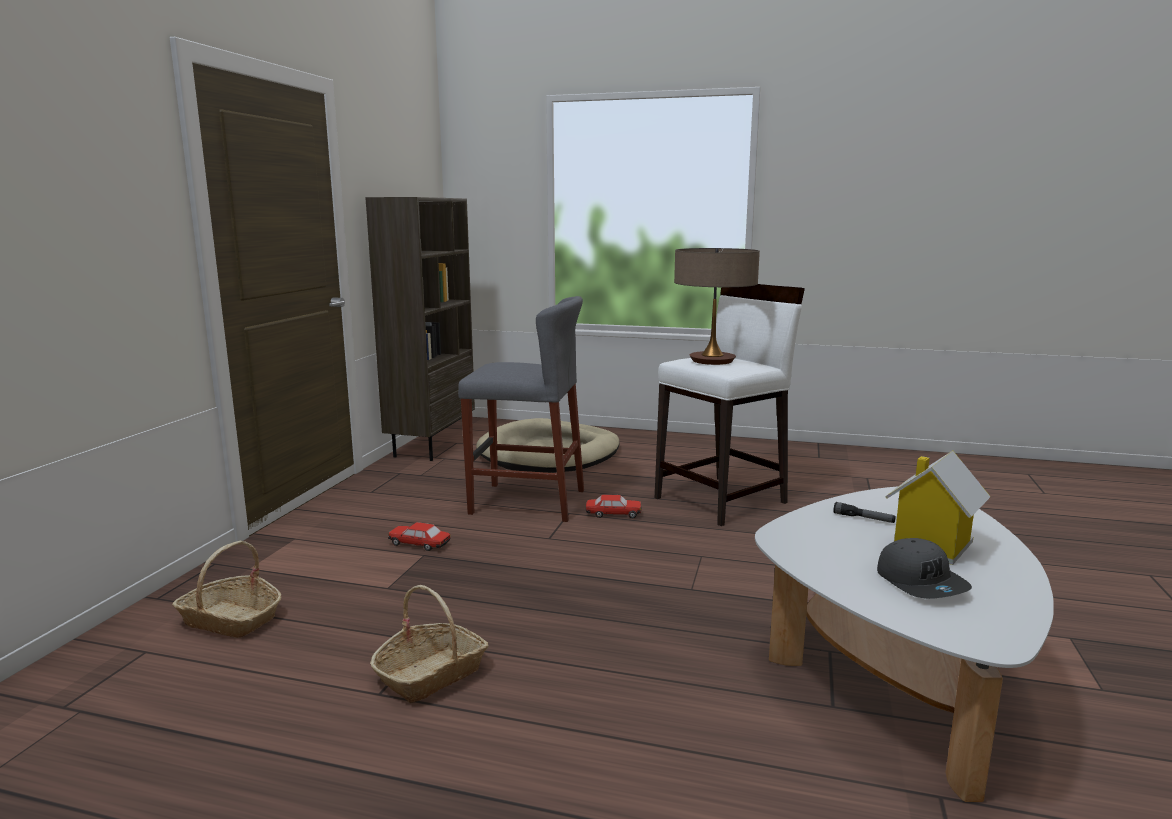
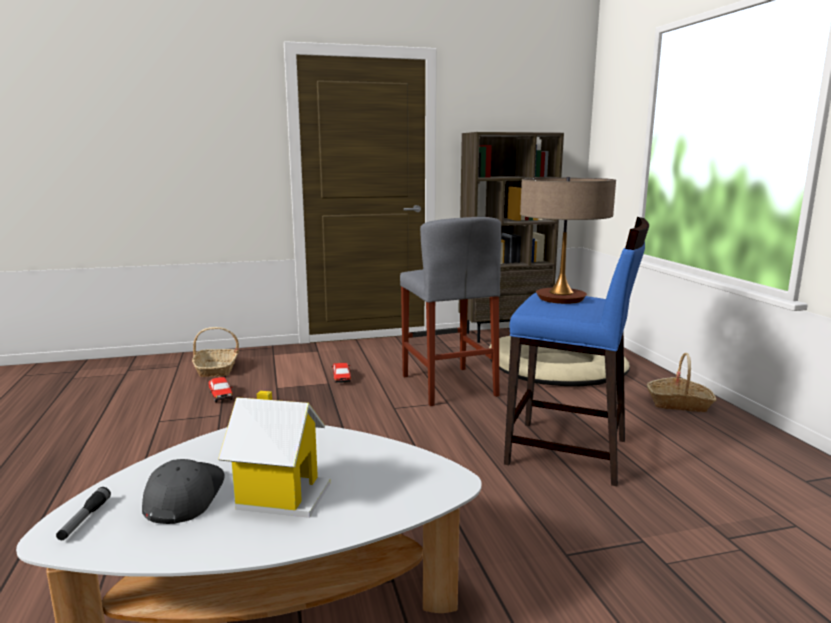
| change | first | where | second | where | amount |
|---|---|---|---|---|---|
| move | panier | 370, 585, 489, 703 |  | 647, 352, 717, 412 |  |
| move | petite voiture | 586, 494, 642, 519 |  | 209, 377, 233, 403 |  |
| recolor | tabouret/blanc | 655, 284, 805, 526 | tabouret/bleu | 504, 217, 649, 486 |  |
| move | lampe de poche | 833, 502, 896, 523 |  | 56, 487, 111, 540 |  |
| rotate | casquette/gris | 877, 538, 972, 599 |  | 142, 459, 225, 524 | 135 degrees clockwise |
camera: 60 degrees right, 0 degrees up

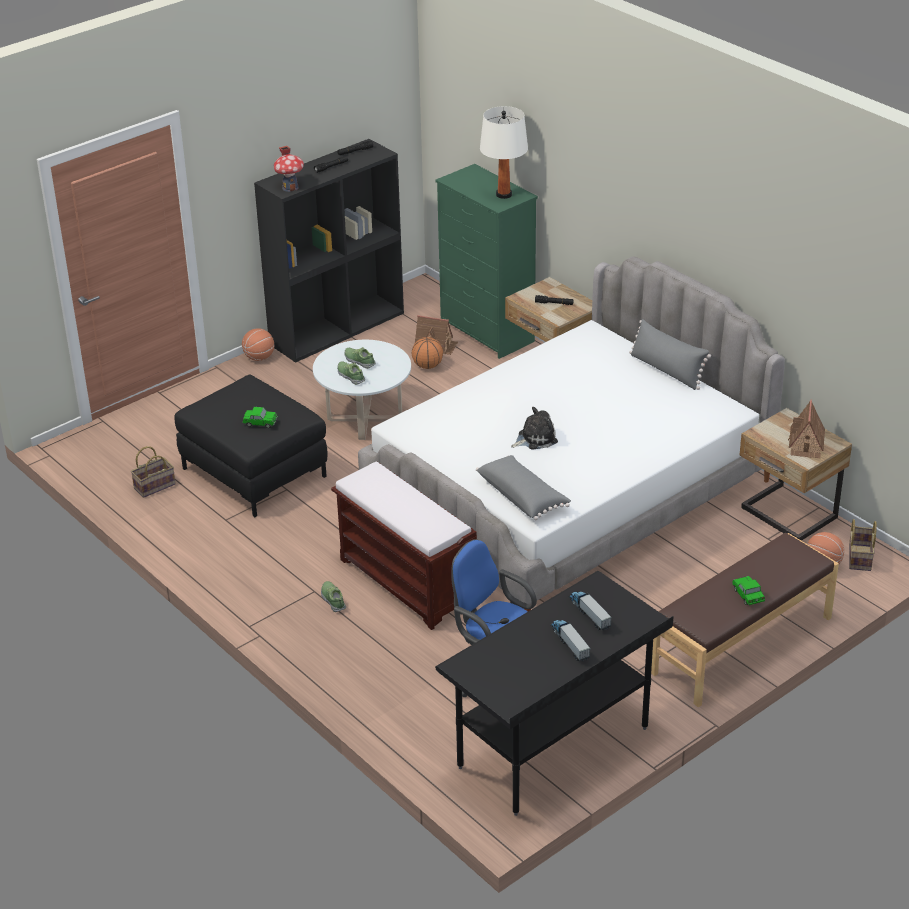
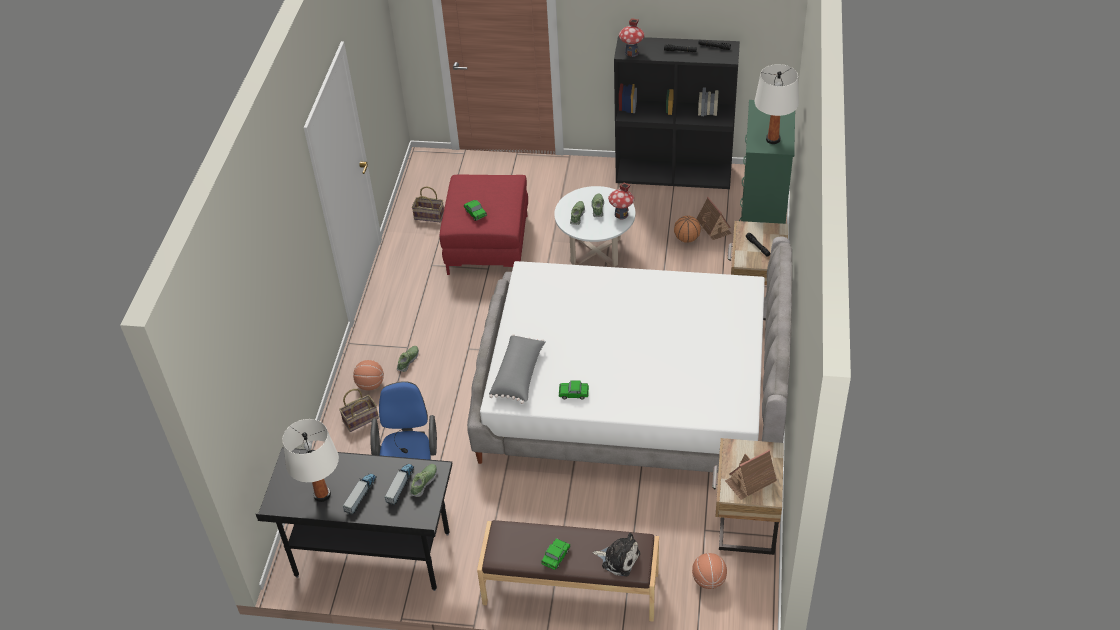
| change | first | where | second | where | amount |
|---|---|---|---|---|---|
| recolor | pouf/noir | 175, 375, 327, 517 | pouf/rouge | 440, 174, 528, 275 |  |
| move | ballon de basket | 242, 328, 274, 361 |  | 353, 360, 384, 391 |  |
| delete | banc/marron | 331, 461, 477, 630 |  |  |  |
| move | peluche | 511, 407, 558, 450 |  | 593, 533, 640, 577 |  |
| delete | coussin/gris | 629, 319, 711, 390 |  |  |  |
| move | panier | 849, 519, 877, 571 |  | 339, 389, 379, 432 |  |
| insert |  |  | lampe de table/blanc | 282, 419, 339, 502 |  |
| insert |  |  | chaussure | 410, 464, 437, 497 |  |
| insert |  |  | petite voiture | 559, 380, 589, 400 |  |
| insert |  |  | maison miniature | 608, 182, 634, 220 |  |
camera: 50 degrees right, 10 degrees up

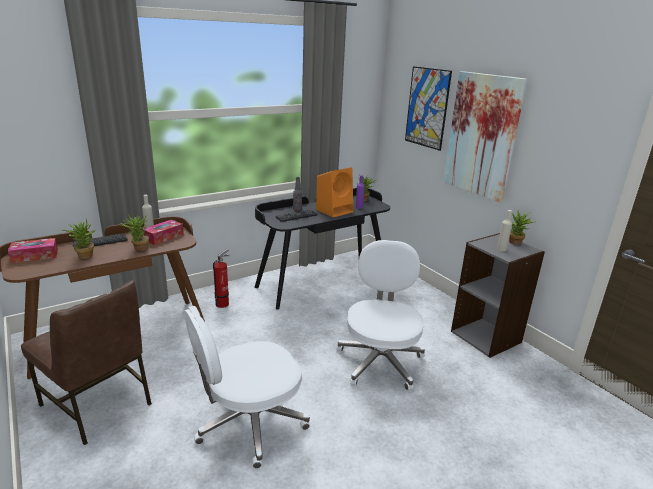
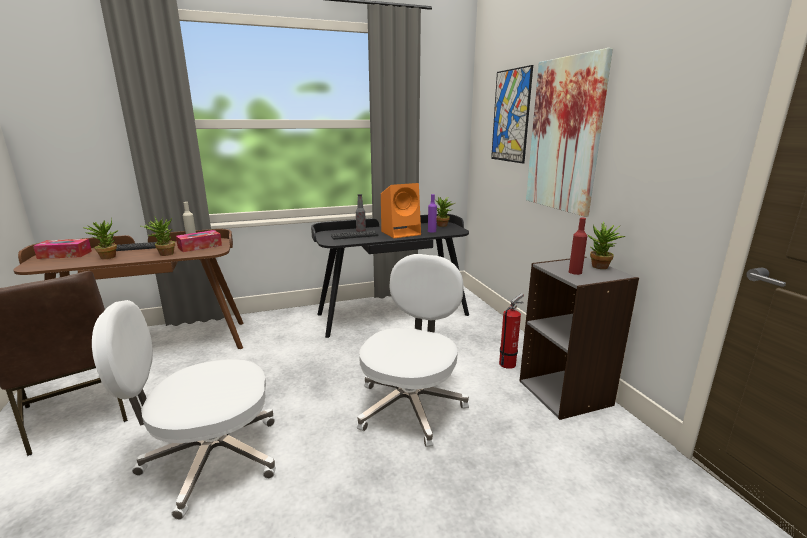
| change | first | where | second | where | amount |
|---|---|---|---|---|---|
| move | extincteur | 213, 248, 230, 308 |  | 499, 293, 524, 369 |  |
| recolor | bouteille/beige | 497, 210, 512, 252 | bouteille/rouge | 569, 218, 587, 275 |  |
camera: 15 degrees right, 5 degrees down

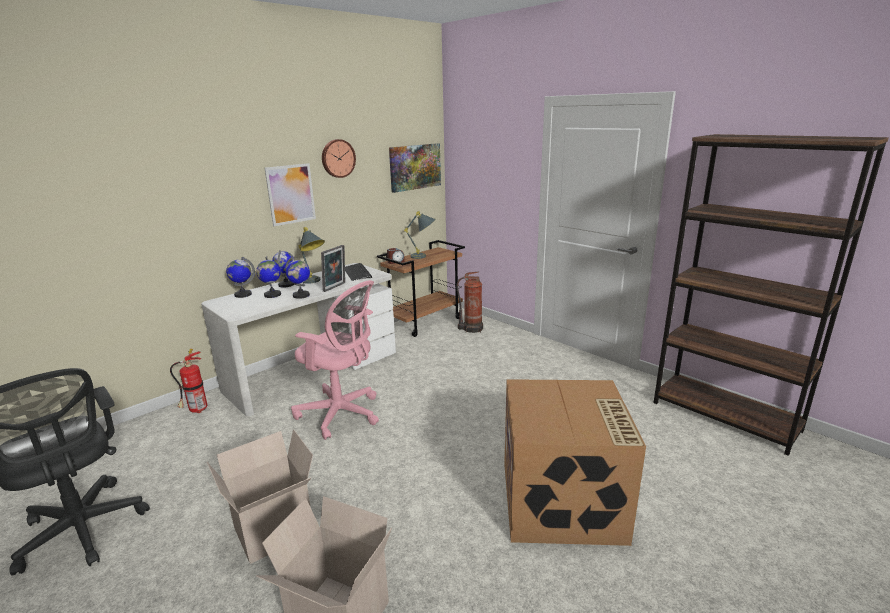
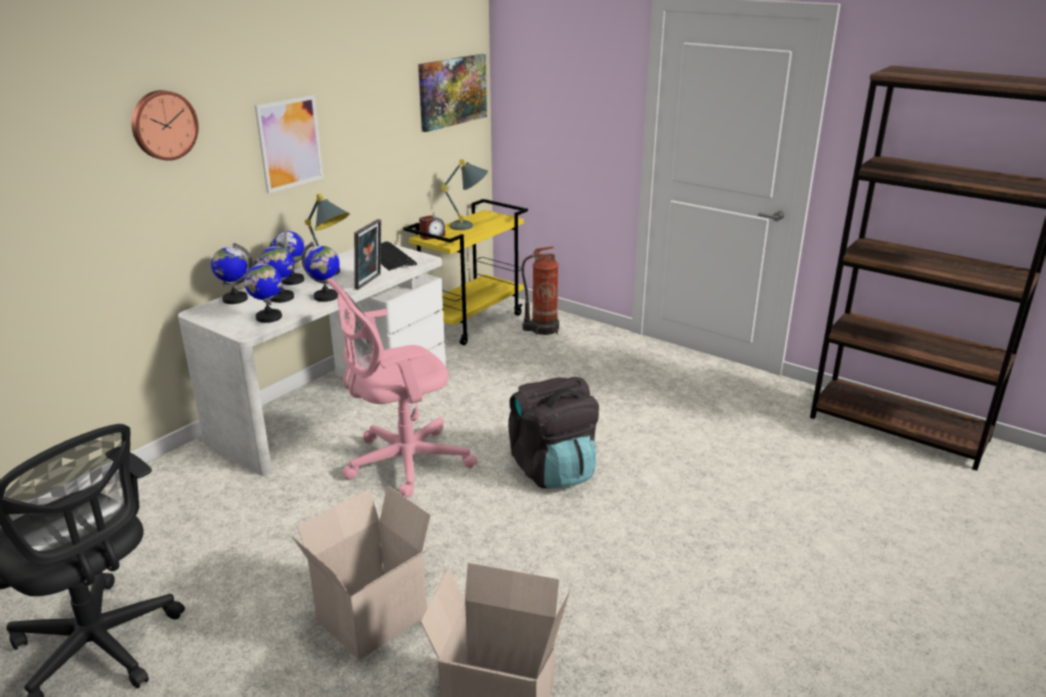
| change | first | where | second | where | amount |
|---|---|---|---|---|---|
| delete | extincteur | 170, 349, 207, 413 |  |  |  |
| rotate | chaise de bureau/rose | 291, 280, 379, 440 |  | 326, 278, 477, 498 | 135 degrees clockwise |
| move | horloge murale | 322, 139, 356, 178 |  | 131, 90, 199, 161 |  |
| recolor | chariot/marron | 377, 240, 465, 337 | chariot/jaune | 403, 199, 528, 345 |  |
| delete | carton | 504, 379, 646, 546 |  |  |  |
| insert |  |  | globe | 244, 258, 282, 323 |  |
| insert |  |  | sac à dos/noir | 508, 377, 599, 489 |  |
camera: 10 degrees left, 5 degrees up

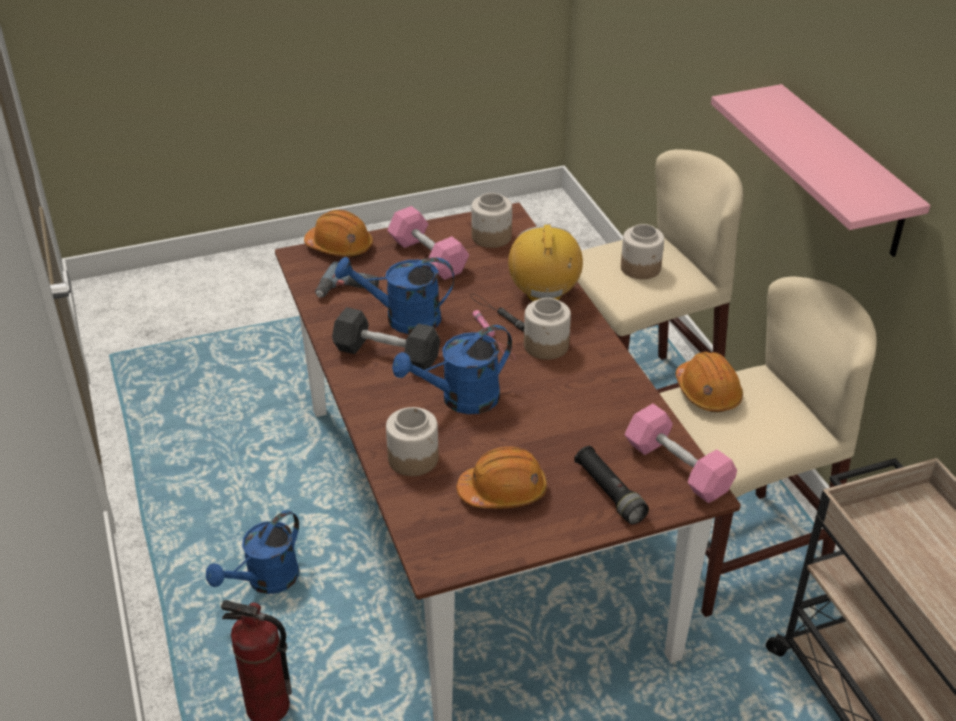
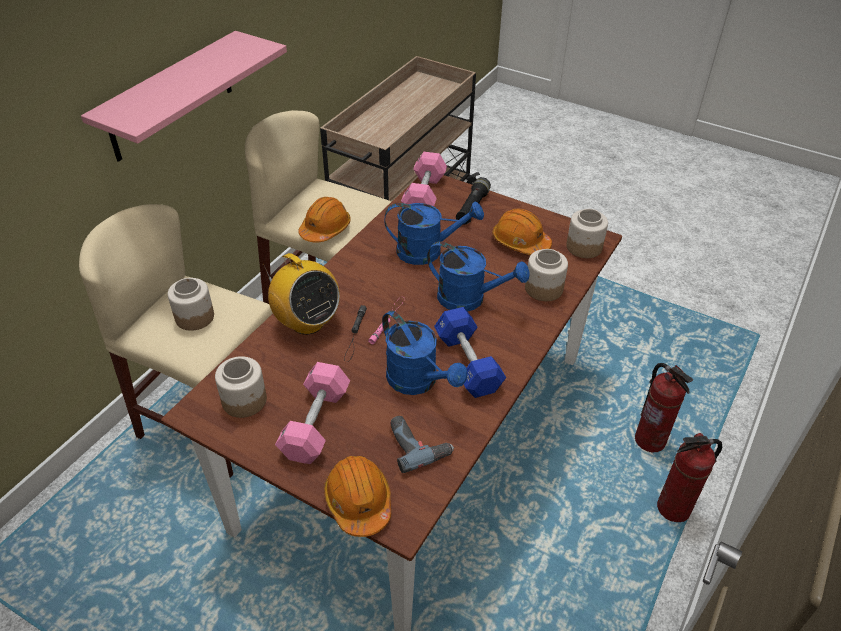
| change | first | where | second | where | amount |
|---|---|---|---|---|---|
| move | arrosoir/bleu | 206, 510, 299, 594 |  | 385, 201, 484, 265 |  |
| recolor | haltère/noir | 332, 307, 440, 370 | haltère/bleu | 434, 307, 506, 398 |  |
| rotate | radio | 508, 225, 583, 302 |  | 264, 253, 340, 335 | 90 degrees counterclockwise |
| move | bocal | 524, 298, 571, 360 |  | 566, 209, 608, 258 |  |
| insert |  |  | extincteur | 657, 433, 722, 522 |  |
camera: 130 degrees left, 5 degrees up

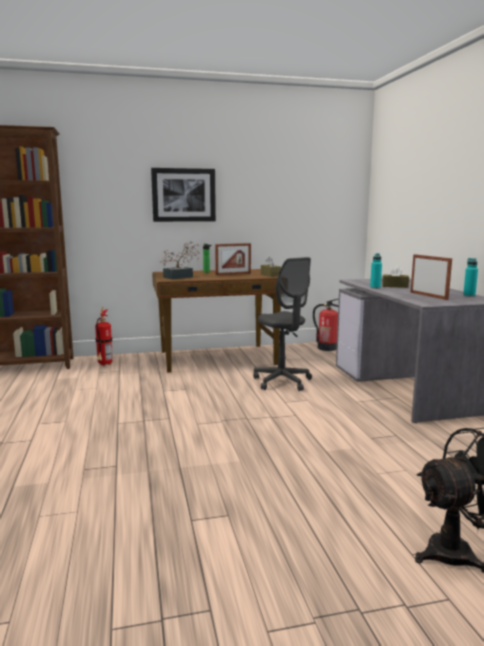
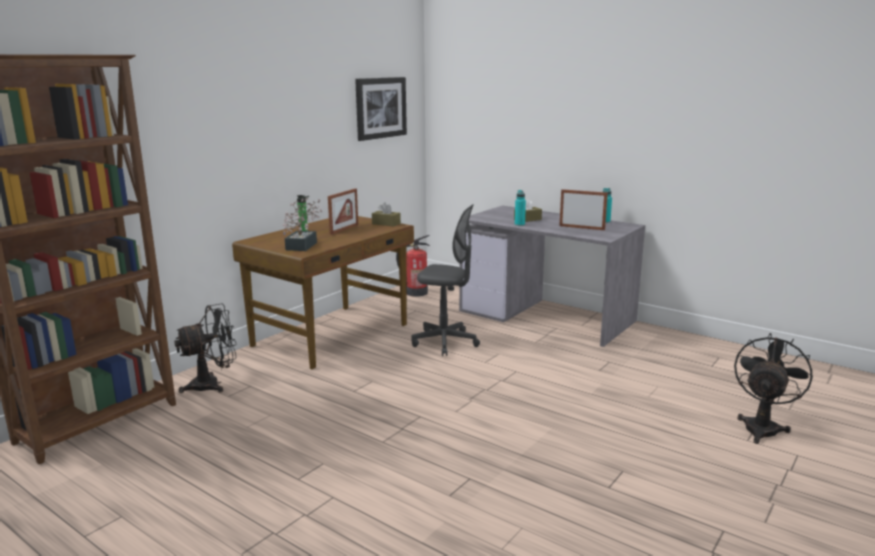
| change | first | where | second | where | amount |
|---|---|---|---|---|---|
| replace | extincteur | 95, 307, 113, 366 | ventilateur/noir | 174, 303, 237, 393 |  |
| move | tableau | 151, 168, 216, 222 |  | 355, 77, 407, 141 |  |
camera: 40 degrees left, 5 degrees up

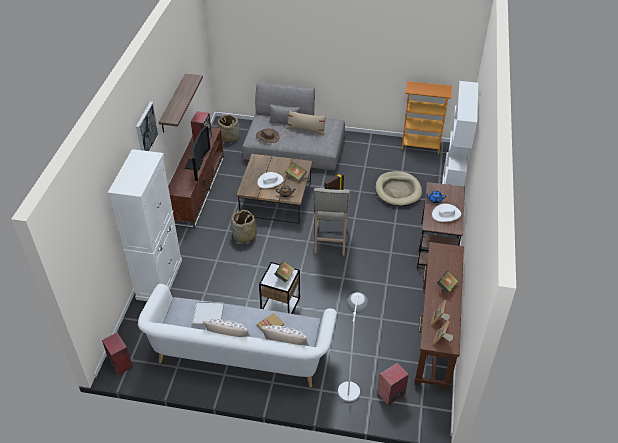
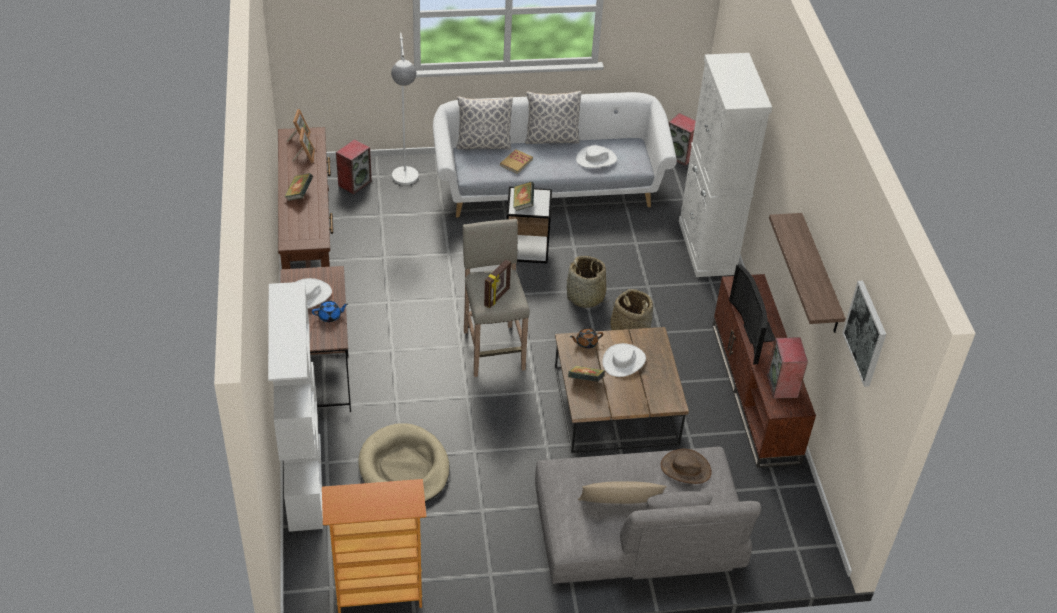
| change | first | where | second | where | amount |
|---|---|---|---|---|---|
| move | tableau | 136, 102, 159, 151 |  | 842, 281, 886, 387 |  |
| replace | plateau/blanc | 192, 301, 224, 326 | chapeau/blanc | 576, 145, 617, 168 |  |
| move | panier | 218, 115, 240, 143 |  | 567, 256, 610, 308 |  |
camera: 160 degrees right, 0 degrees up

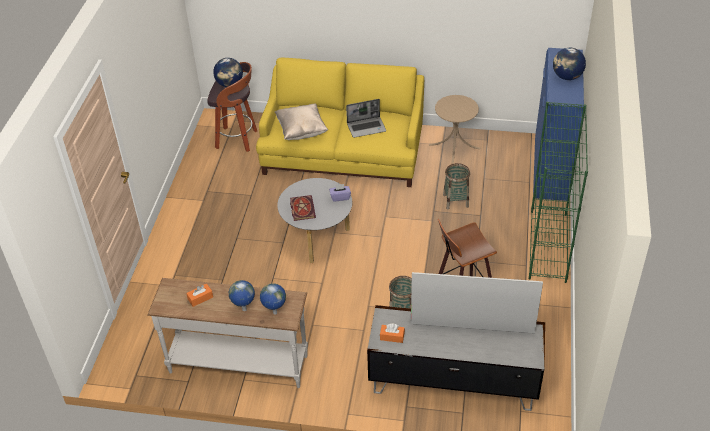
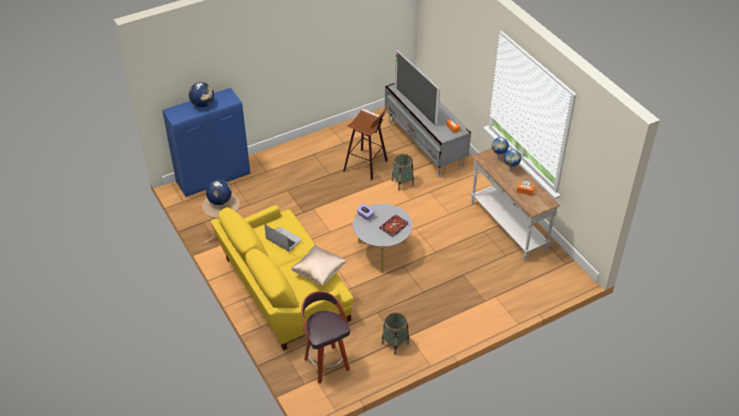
| change | first | where | second | where | amount |
|---|---|---|---|---|---|
| move | globe | 213, 58, 243, 87 |  | 206, 180, 232, 205 |  |
| move | panier | 443, 163, 470, 209 |  | 381, 312, 409, 355 |  |
| delete | bibliothèque/vert | 529, 102, 588, 283 |  |  |  |
camera: 130 degrees left, 0 degrees up

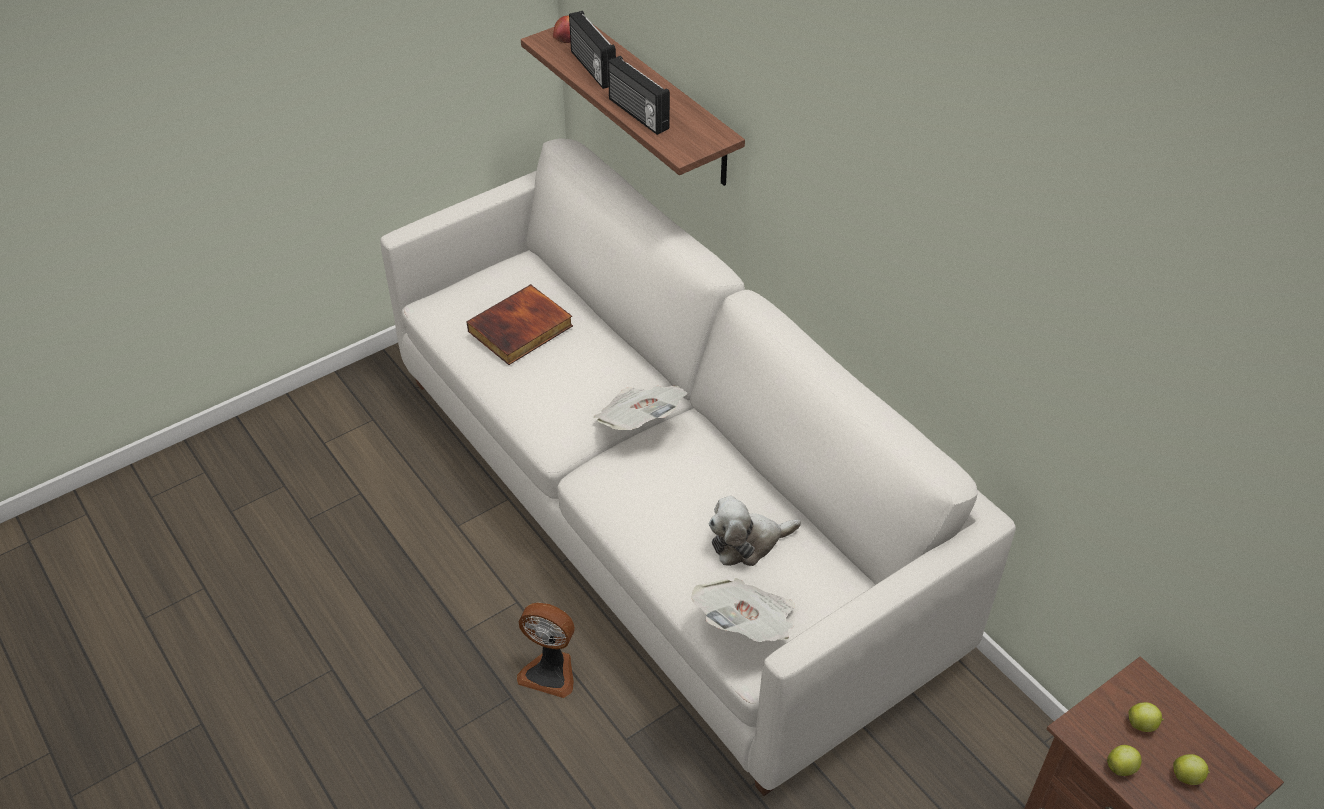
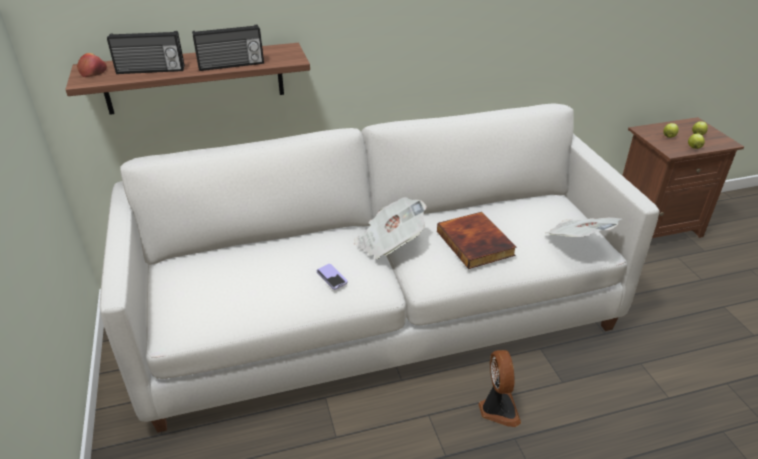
| change | first | where | second | where | amount |
|---|---|---|---|---|---|
| move | livre | 466, 284, 573, 365 |  | 437, 212, 516, 269 |  |
| rotate | ventilateur | 517, 602, 575, 698 |  | 478, 350, 521, 427 | 45 degrees counterclockwise |
| delete | peluche | 709, 496, 801, 566 |  |  |  |
| insert |  |  | téléphone | 317, 264, 348, 290 |  |
camera: 70 degrees left, 10 degrees down

